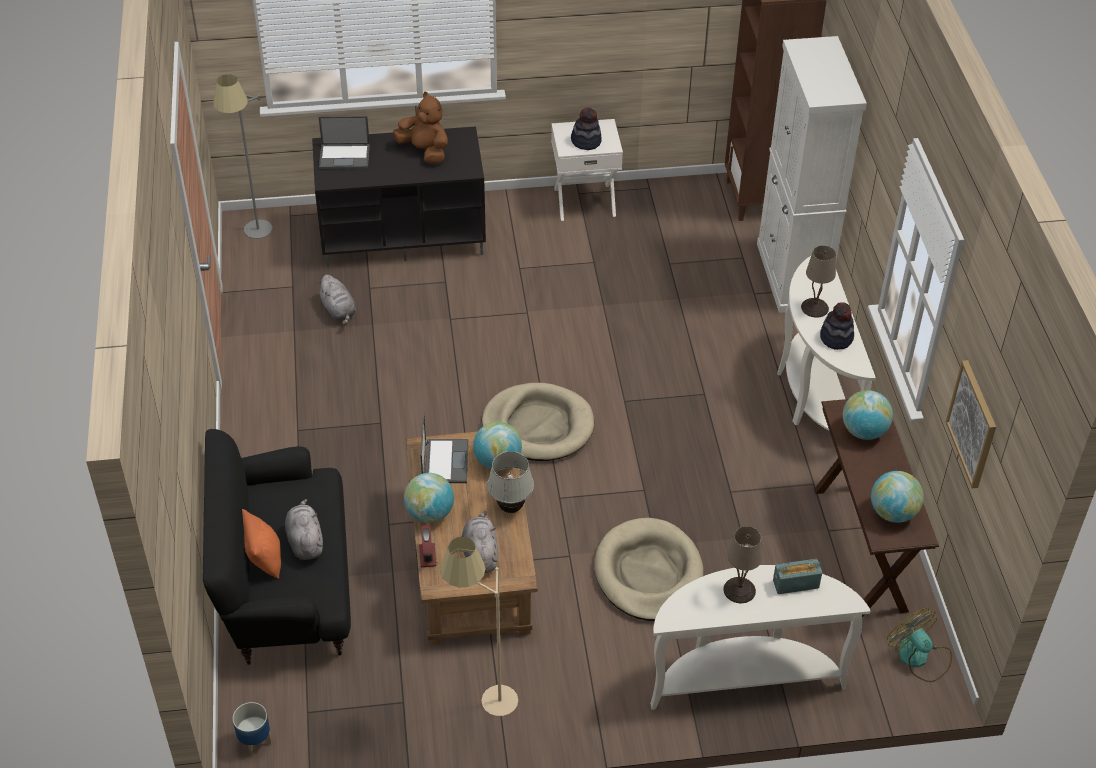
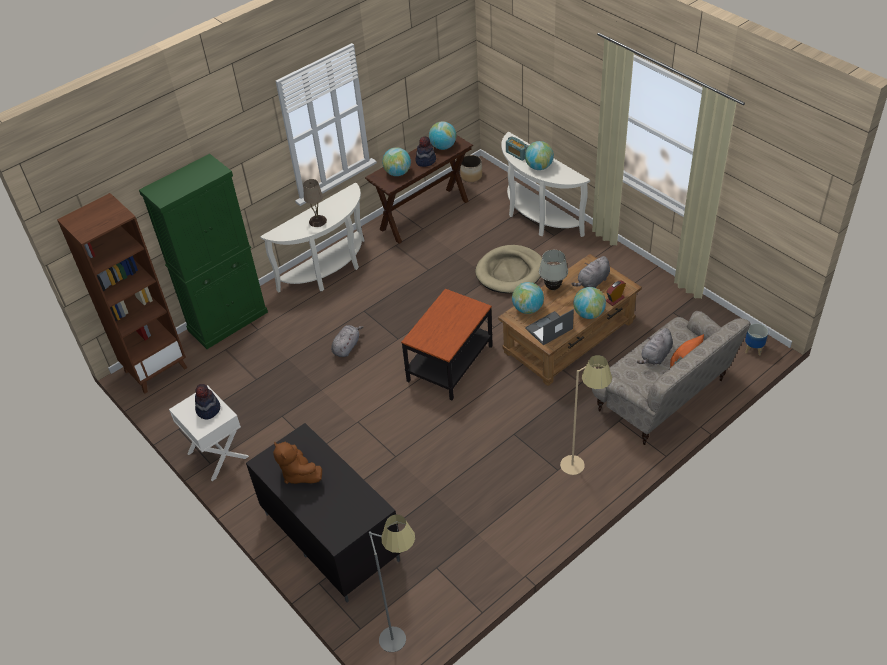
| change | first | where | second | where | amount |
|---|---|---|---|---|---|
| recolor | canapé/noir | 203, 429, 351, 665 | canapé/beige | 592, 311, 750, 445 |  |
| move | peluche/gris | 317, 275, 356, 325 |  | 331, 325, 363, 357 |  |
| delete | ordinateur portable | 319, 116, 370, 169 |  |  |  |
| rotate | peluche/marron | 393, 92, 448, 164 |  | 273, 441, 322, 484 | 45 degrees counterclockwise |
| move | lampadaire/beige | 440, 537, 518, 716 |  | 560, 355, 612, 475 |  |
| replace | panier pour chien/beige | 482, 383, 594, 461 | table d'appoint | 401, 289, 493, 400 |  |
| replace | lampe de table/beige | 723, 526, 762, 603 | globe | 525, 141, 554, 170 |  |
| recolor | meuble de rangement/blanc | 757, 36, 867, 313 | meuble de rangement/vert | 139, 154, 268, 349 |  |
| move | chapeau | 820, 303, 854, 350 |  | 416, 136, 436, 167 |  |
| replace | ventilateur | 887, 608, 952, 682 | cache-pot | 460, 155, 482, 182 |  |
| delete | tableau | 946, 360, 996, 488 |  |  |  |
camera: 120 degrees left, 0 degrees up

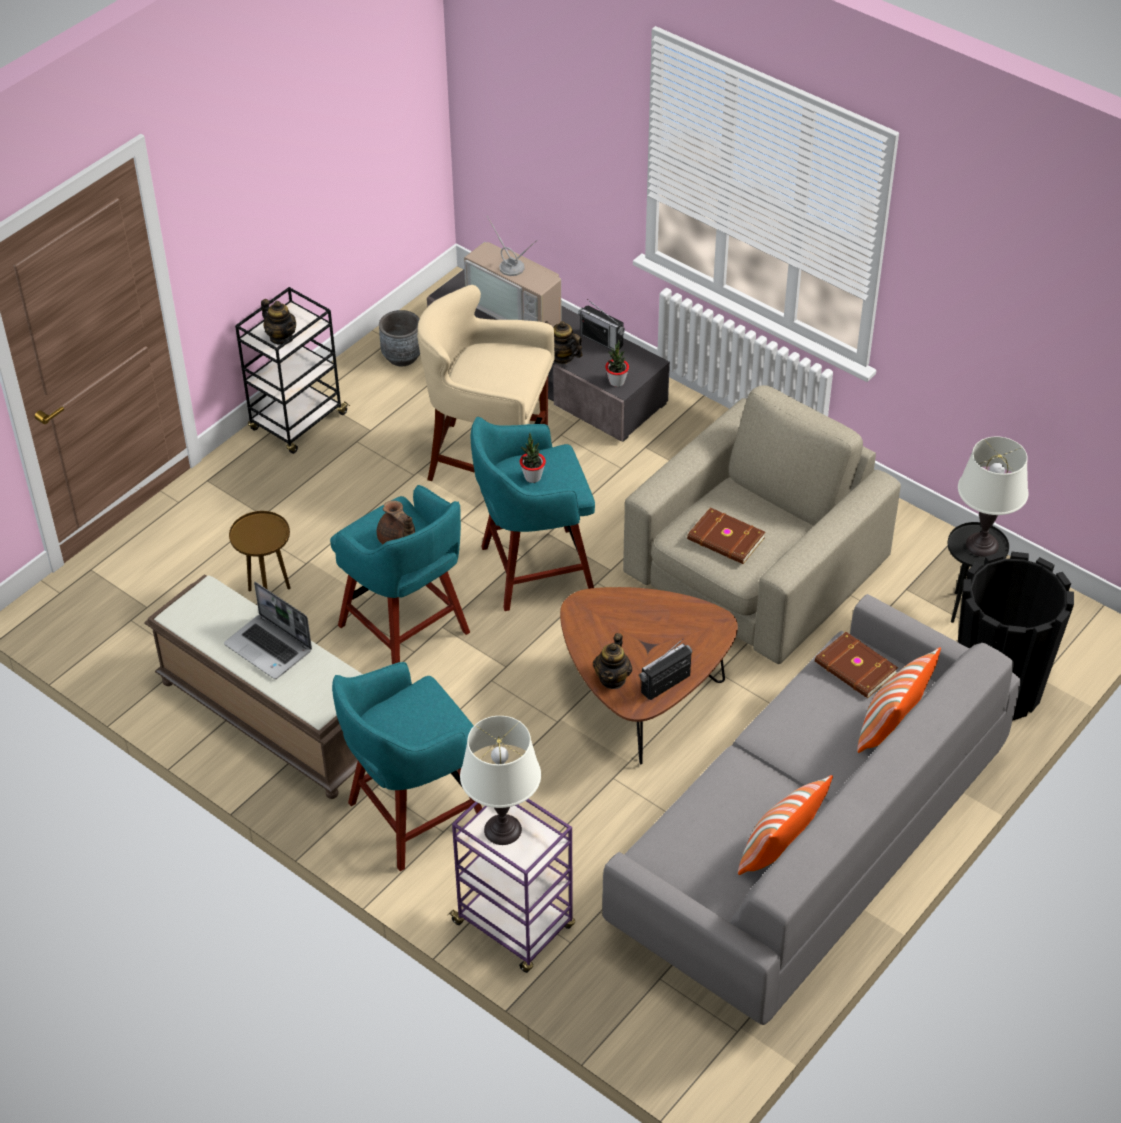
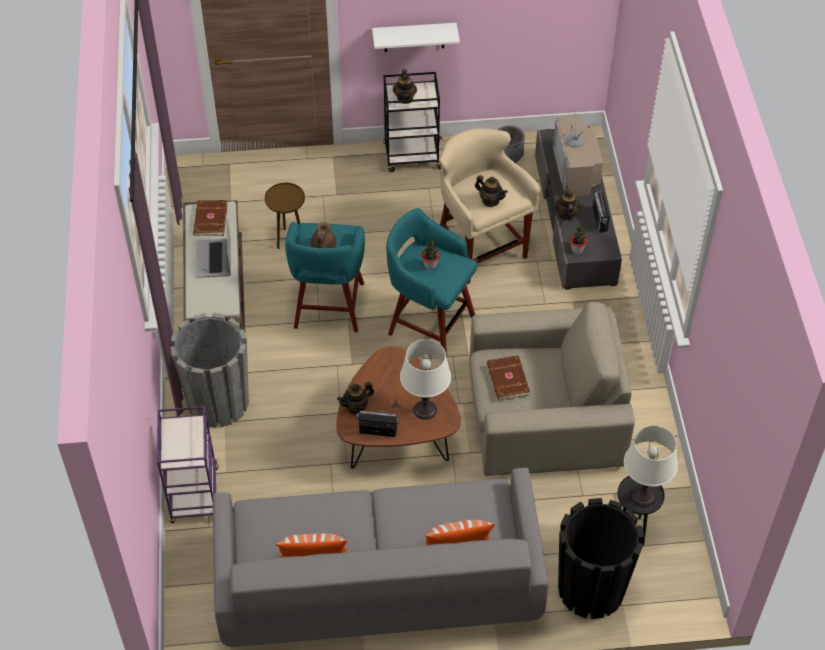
| change | first | where | second | where | amount |
|---|---|---|---|---|---|
| replace | tabouret/turquoise | 332, 662, 482, 871 | cache-pot/gris | 170, 313, 249, 428 |  |
| move | lampe de table/blanc | 460, 716, 541, 845 |  | 400, 339, 451, 420 |  |
| move | livre/marron | 815, 632, 898, 698 |  | 193, 200, 227, 236 |  |
| insert |  |  | étagère/blanc | 372, 23, 460, 52 |  |
| insert |  |  | théière | 475, 175, 508, 207 |  |
camera: 45 degrees right, 5 degrees up

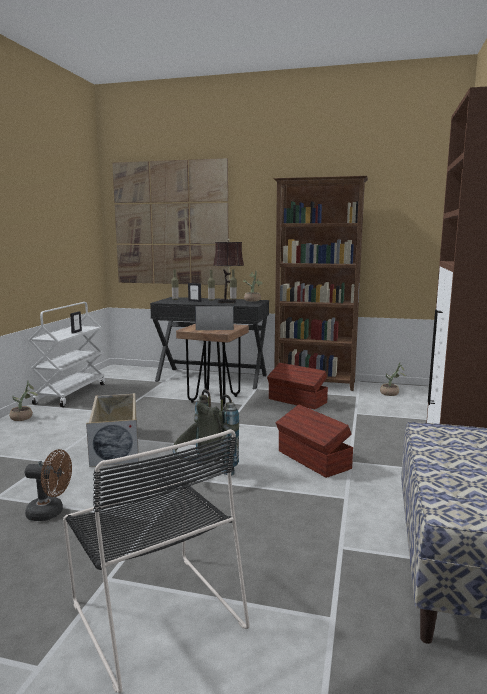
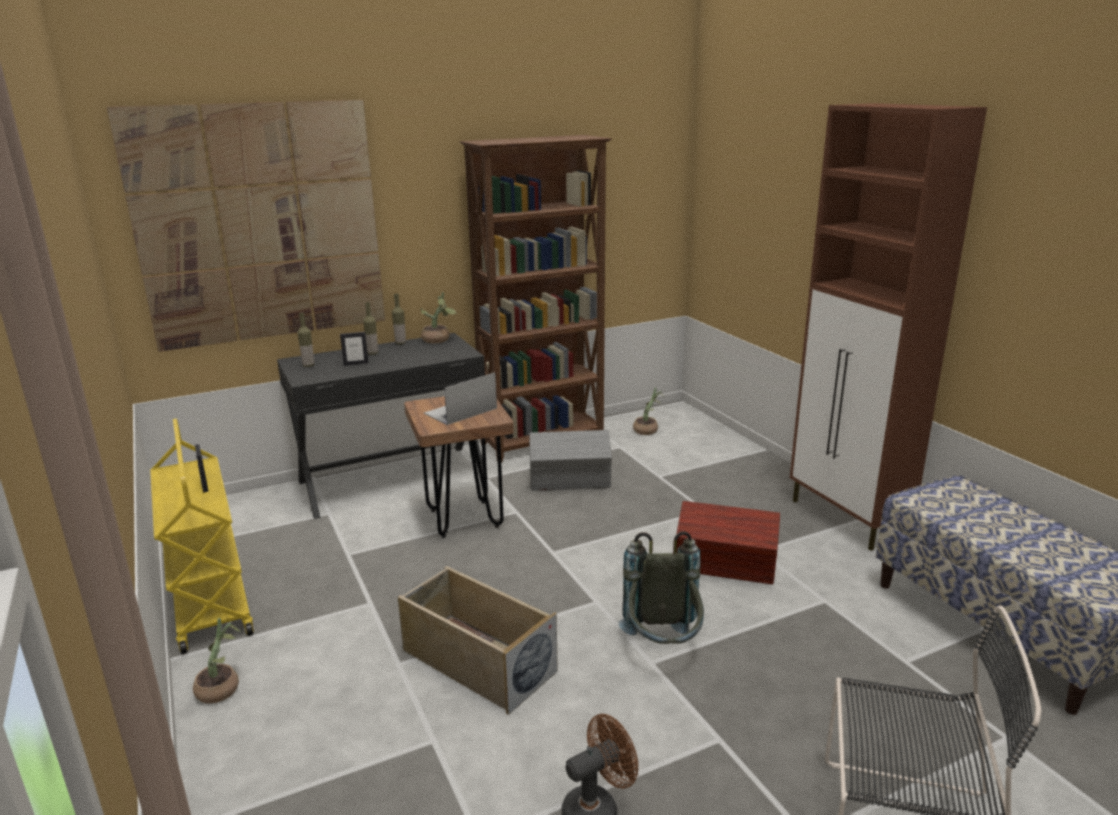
| change | first | where | second | where | amount |
|---|---|---|---|---|---|
| recolor | chariot/blanc | 28, 302, 105, 407 | chariot/jaune | 150, 418, 254, 654 |  |
| delete | lampe de table/marron | 213, 239, 244, 303 |  |  |  |
| recolor | boîte de rangement/marron | 267, 363, 328, 409 | boîte de rangement/gris | 529, 430, 612, 491 |  |
camera: 40 degrees left, 10 degrees up

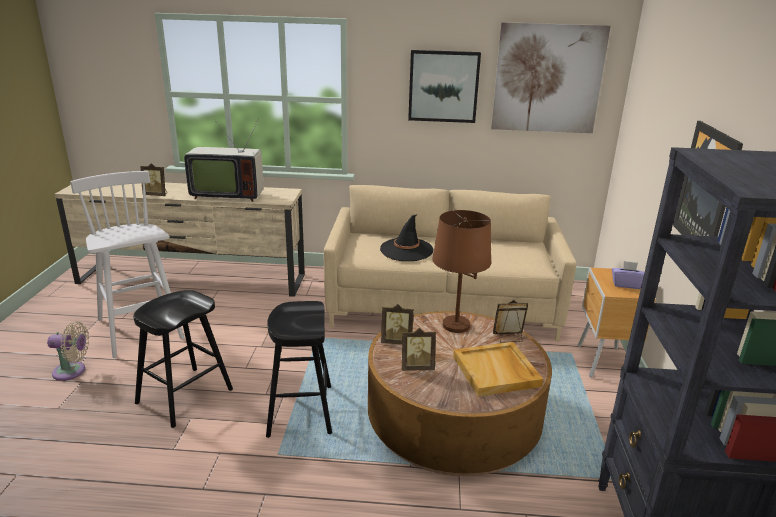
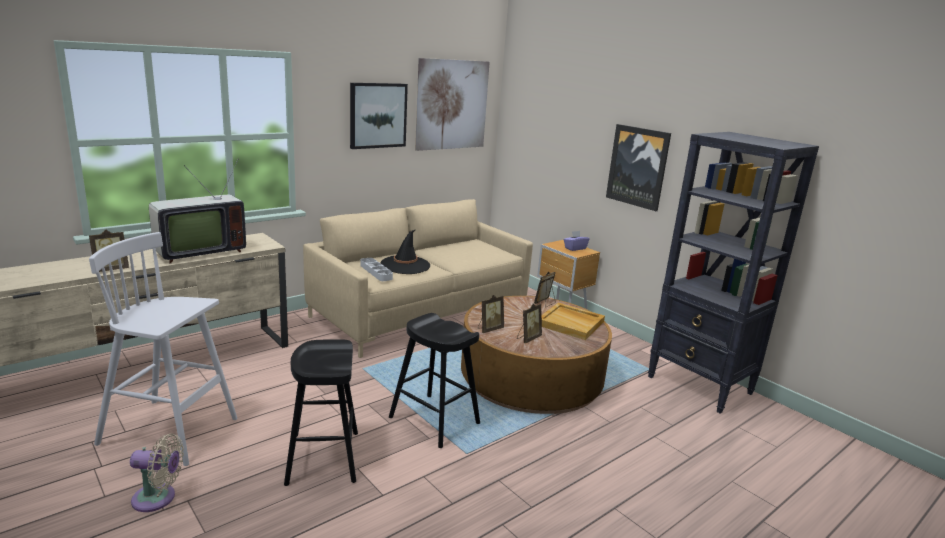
| change | first | where | second | where | amount |
|---|---|---|---|---|---|
| rotate | ventilateur/beige | 47, 321, 89, 381 |  | 130, 434, 184, 512 | 45 degrees clockwise |
| delete | lampe de table/marron | 432, 210, 491, 333 |  |  |  |
| insert |  |  | plateau/gris | 361, 258, 393, 281 |  |
camera: 45 degrees left, 5 degrees down

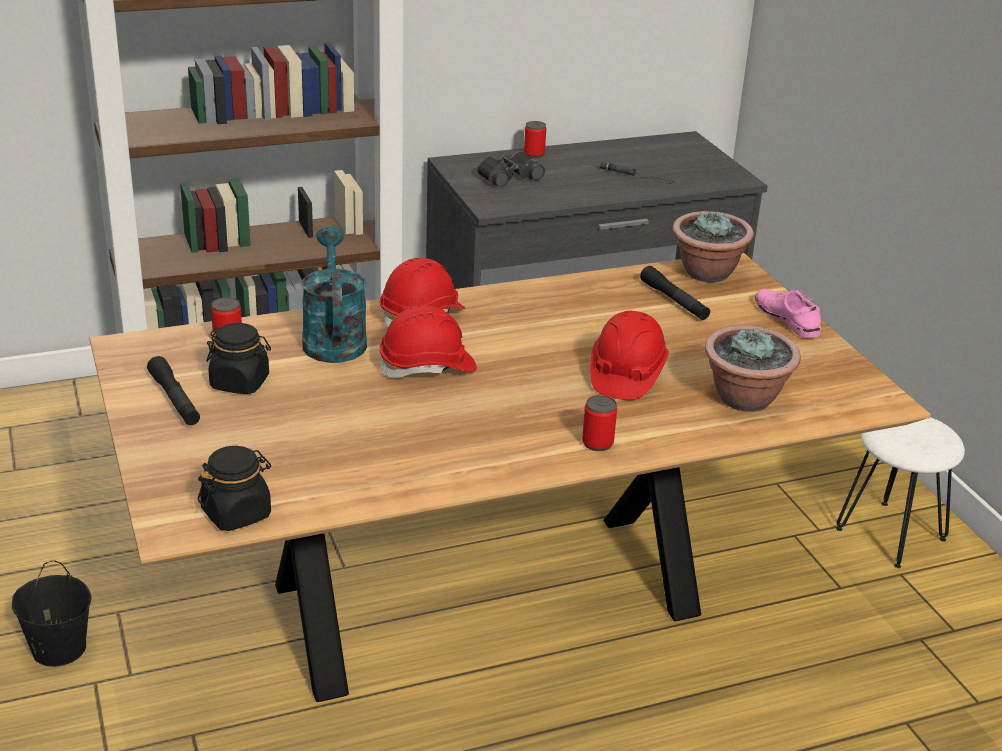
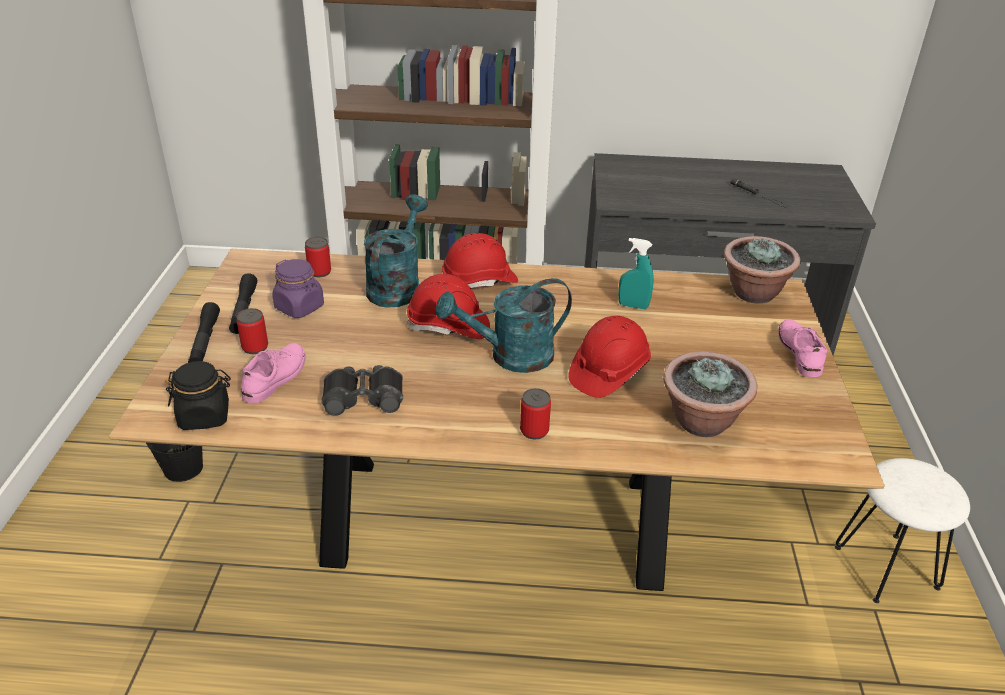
| change | first | where | second | where | amount |
|---|---|---|---|---|---|
| recolor | bocal/noir | 206, 323, 271, 394 | bocal/violet | 272, 259, 324, 318 |  |
| move | jumelles/noir | 477, 151, 545, 188 |  | 322, 365, 403, 416 |  |
| move | boîte métallique | 524, 121, 546, 158 |  | 237, 308, 268, 354 |  |
| move | lampe de poche/noir | 640, 266, 710, 320 |  | 188, 302, 220, 363 |  |
| insert |  |  | chaussure/rose | 241, 343, 306, 403 |  |
| insert |  |  | arrosoir/turquoise | 436, 278, 572, 373 |  |
| insert |  |  | vaporisateur/turquoise | 618, 238, 654, 309 |  |
camera: 25 degrees right, 5 degrees up

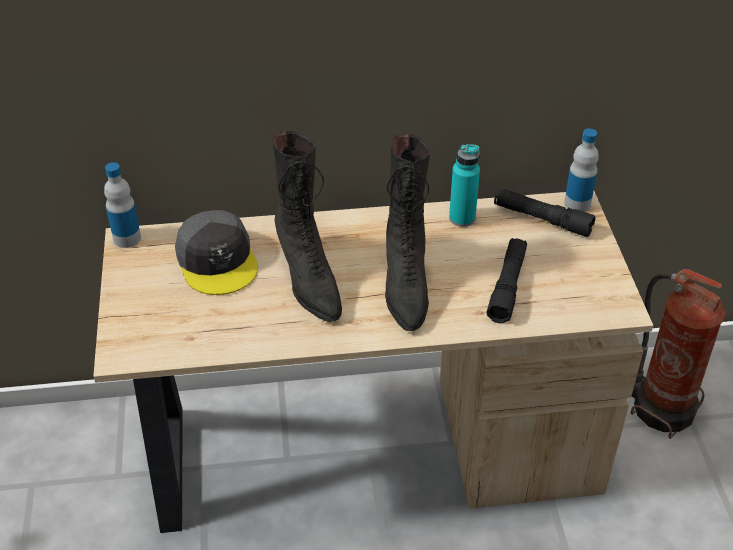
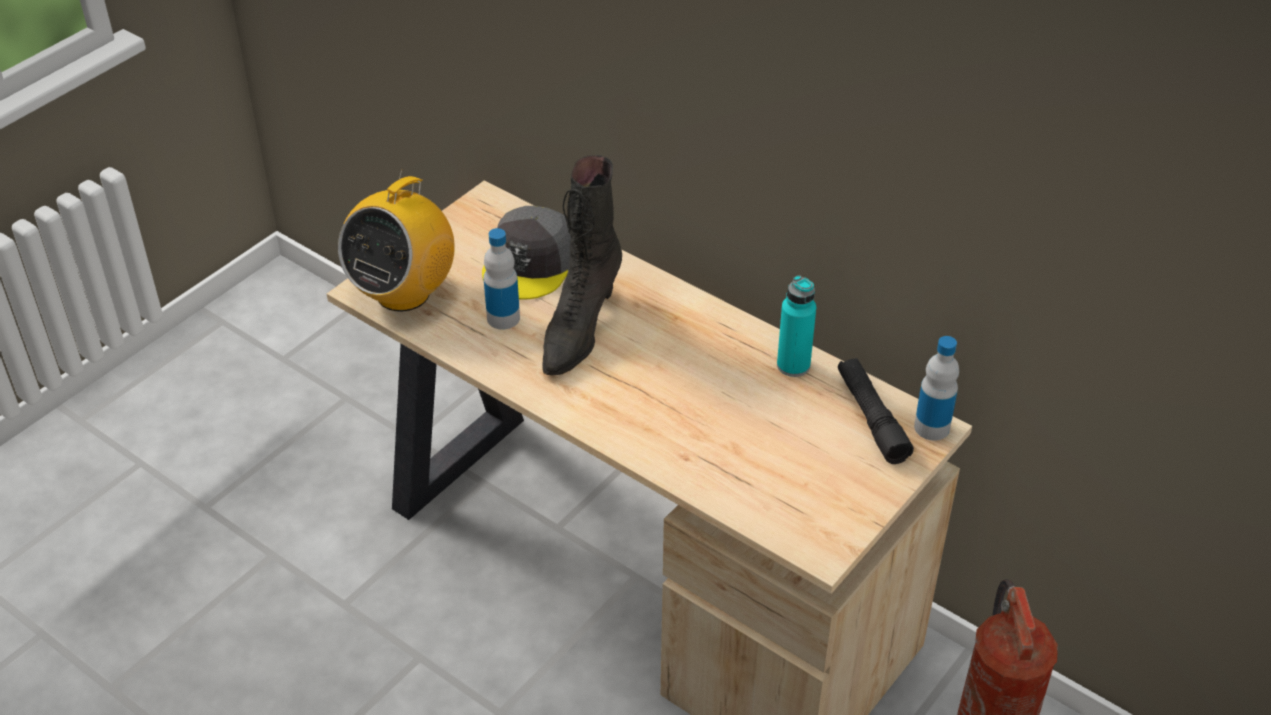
| change | first | where | second | where | amount |
|---|---|---|---|---|---|
| move | bouteille | 104, 162, 141, 248 |  | 484, 228, 520, 330 |  |
| delete | botte/noir | 385, 133, 430, 331 |  |  |  |
| delete | lampe de poche/noir | 487, 238, 527, 323 |  |  |  |
| insert |  |  | radio | 338, 169, 455, 312 |  |
camera: 45 degrees right, 0 degrees up

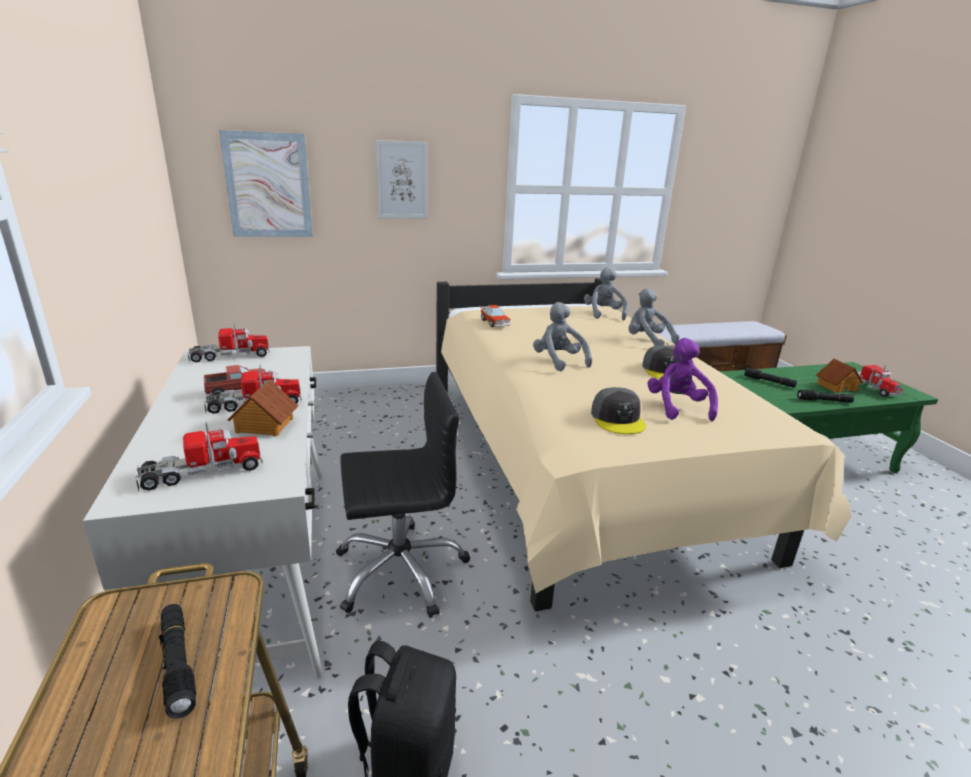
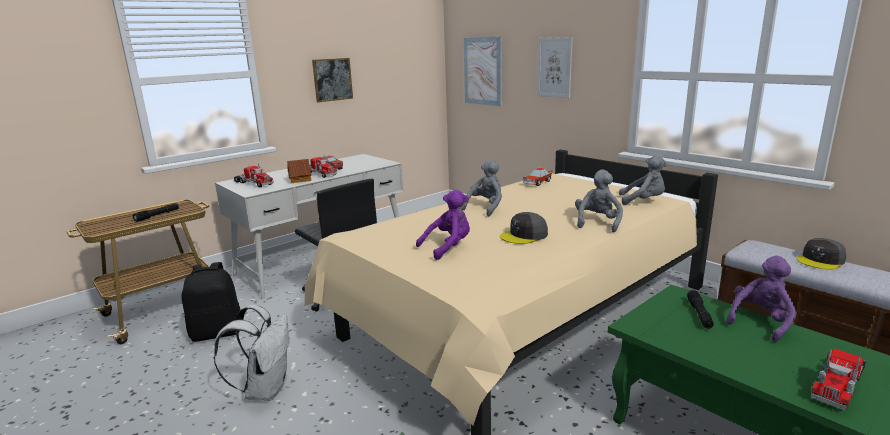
| change | first | where | second | where | amount |
|---|---|---|---|---|---|
| delete | camion jouet | 188, 322, 270, 362 |  |  |  |
| rotate | peluche/gris | 584, 267, 628, 320 |  | 619, 155, 668, 205 | 45 degrees clockwise |
| move | casquette/gris | 591, 387, 646, 434 |  | 797, 238, 846, 270 |  |
| delete | lampe de poche/noir | 797, 390, 854, 403 |  |  |  |
| delete | maison miniature | 816, 359, 863, 393 |  |  |  |
| insert |  |  | sac à dos/blanc | 214, 305, 289, 401 |  |
| insert |  |  | tableau | 312, 58, 353, 102 |  |
| insert |  |  | peluche/violet | 726, 256, 796, 342 |  |
camera: 65 degrees right, 5 degrees down

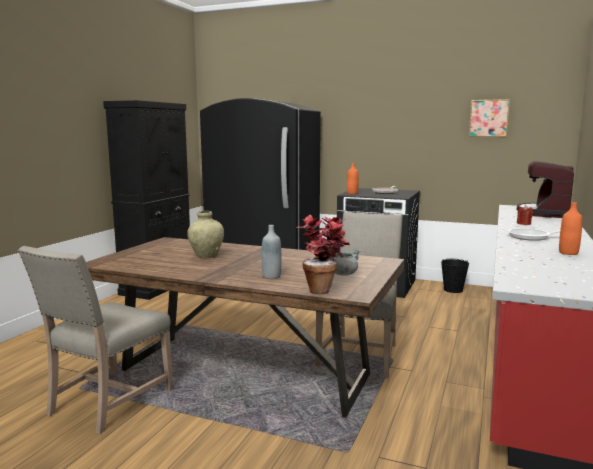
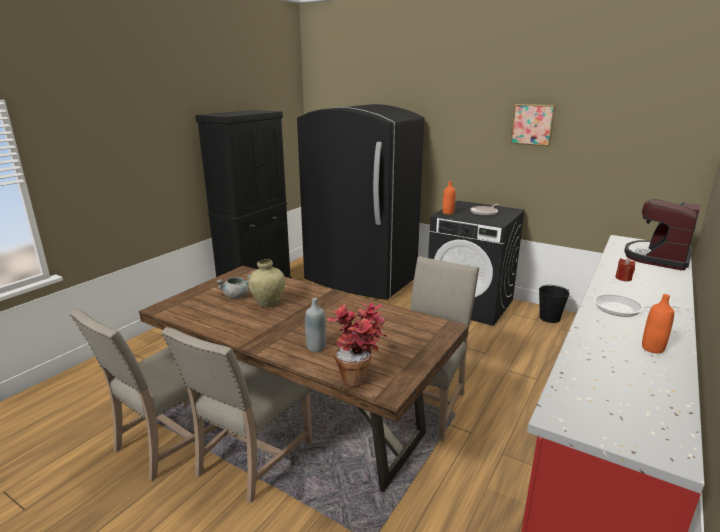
| change | first | where | second | where | amount |
|---|---|---|---|---|---|
| move | marmite/gris | 331, 248, 361, 276 |  | 216, 274, 251, 299 |  |
| move | tableau | 469, 99, 510, 137 |  | 510, 104, 556, 146 |  |
| insert |  |  | chaise/beige | 161, 327, 313, 504 |  |
camera: 10 degrees right, 10 degrees up

